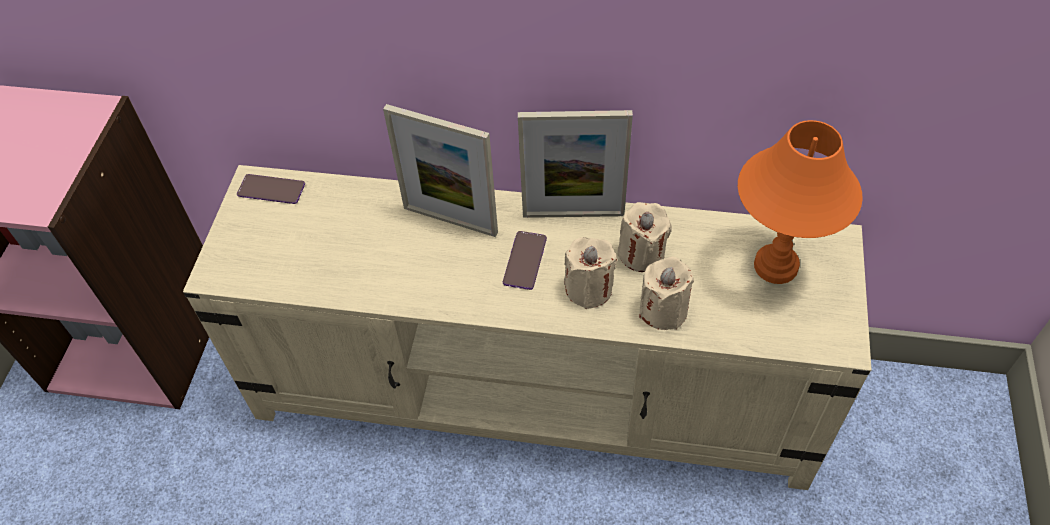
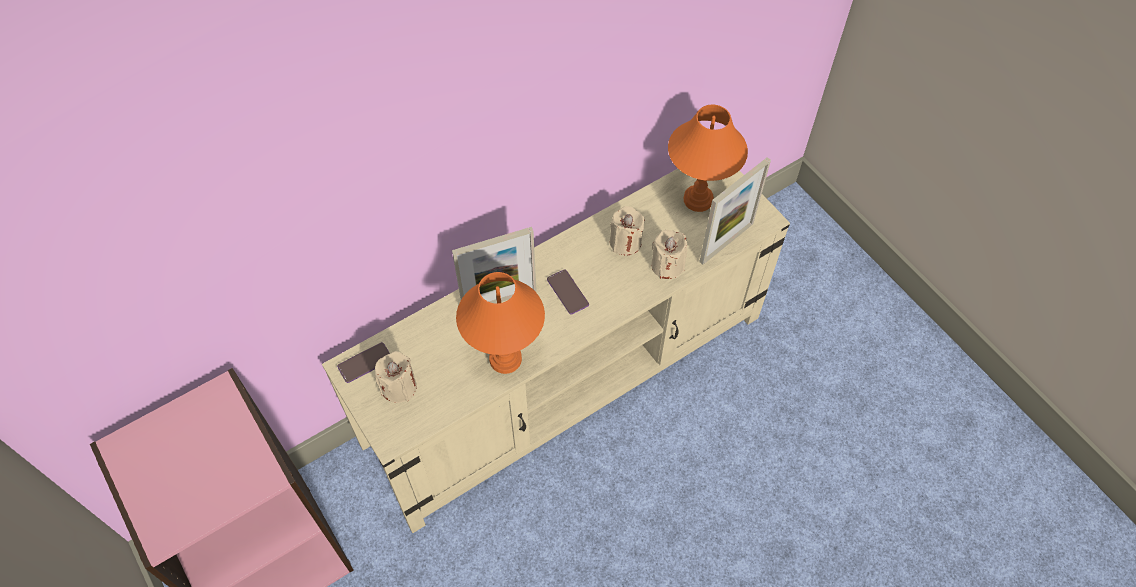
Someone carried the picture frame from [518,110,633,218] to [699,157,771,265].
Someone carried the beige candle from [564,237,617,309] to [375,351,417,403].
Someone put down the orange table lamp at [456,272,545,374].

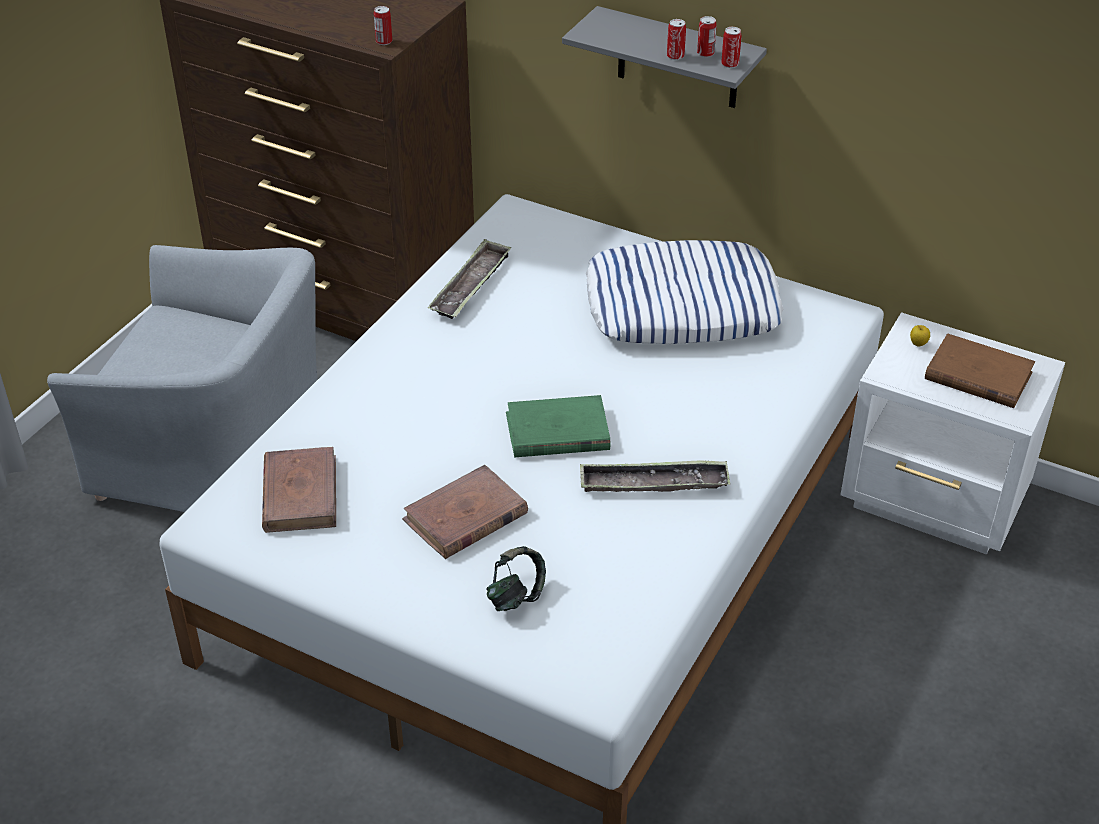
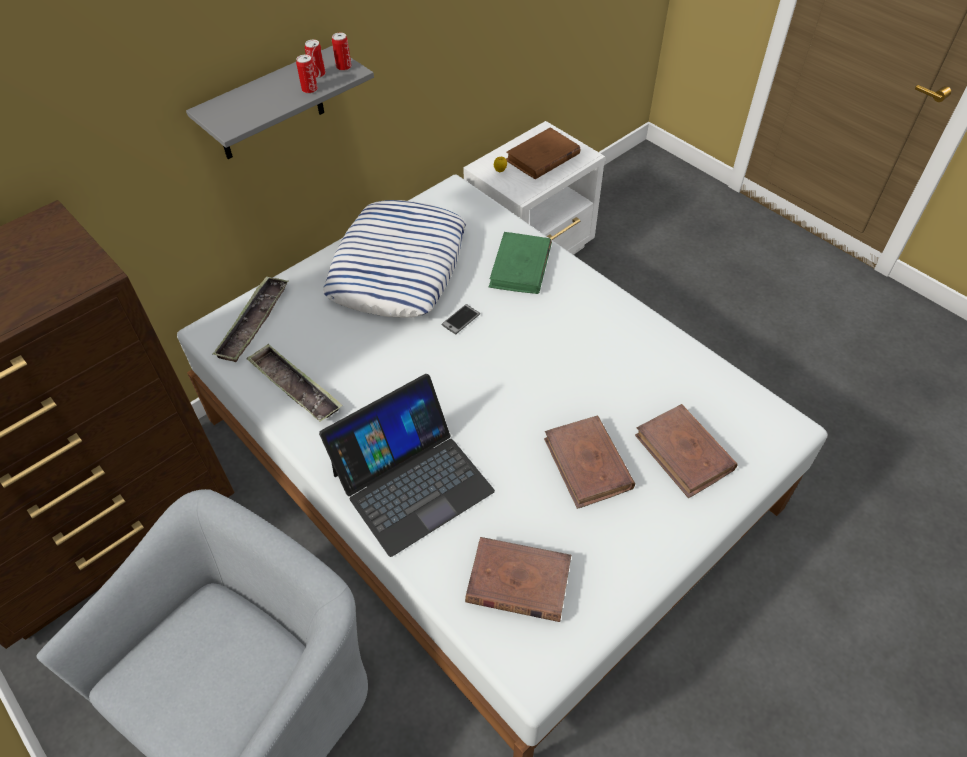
Someone took away the can at [374,6,392,45].
Someone carried the green book from [506,395,610,457] to [489,232,552,294].
Someone carried the tray from [580,460,730,492] to [212,277,289,362].
Someone swapped the headphones at [487,546,546,611] for the brown book at [635,404,738,498].
Someone put down the phone at [441,304,480,334].
Someone put down the laptop at [319,374,495,557].

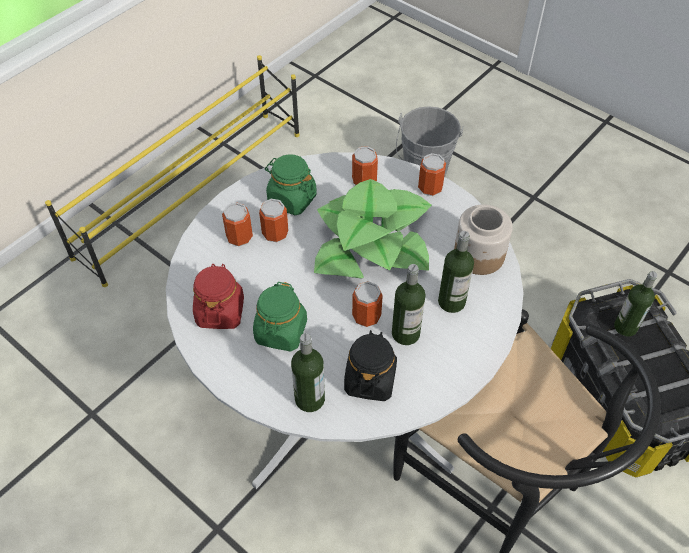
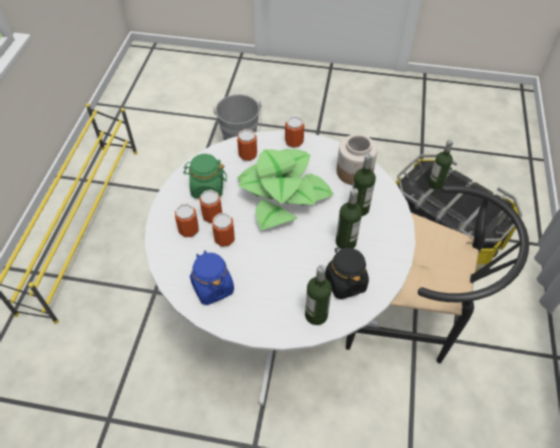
Someone repainted the red jar at [193,263,244,329], which became the blue jar at [190,251,234,305].
Someone carried the can from [352,281,383,327] to [212,213,235,247].
Someone took away the green jar at [253,282,307,351].

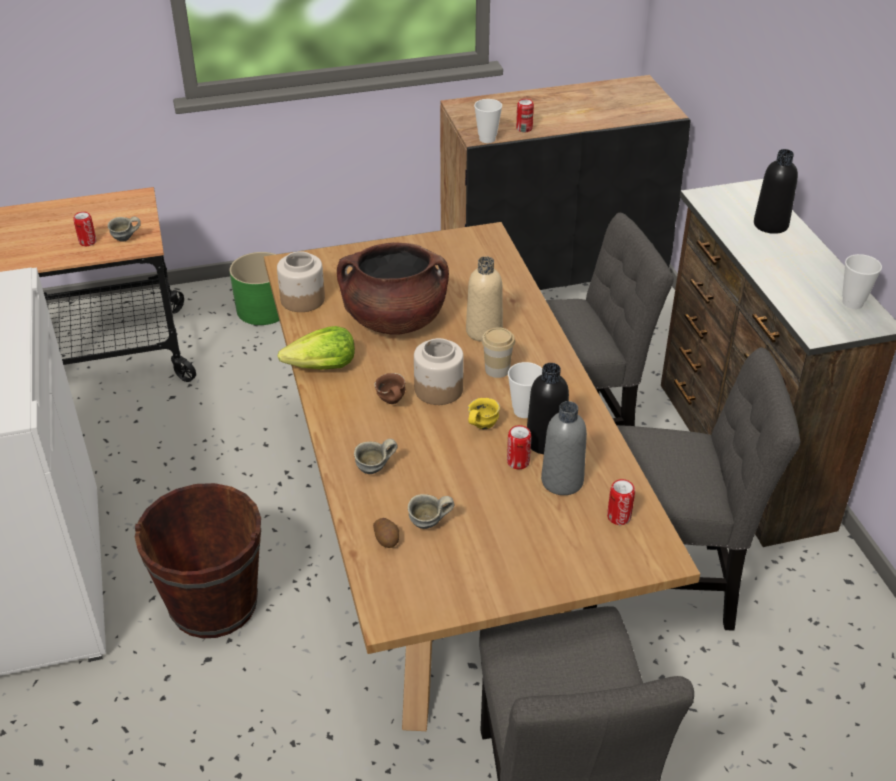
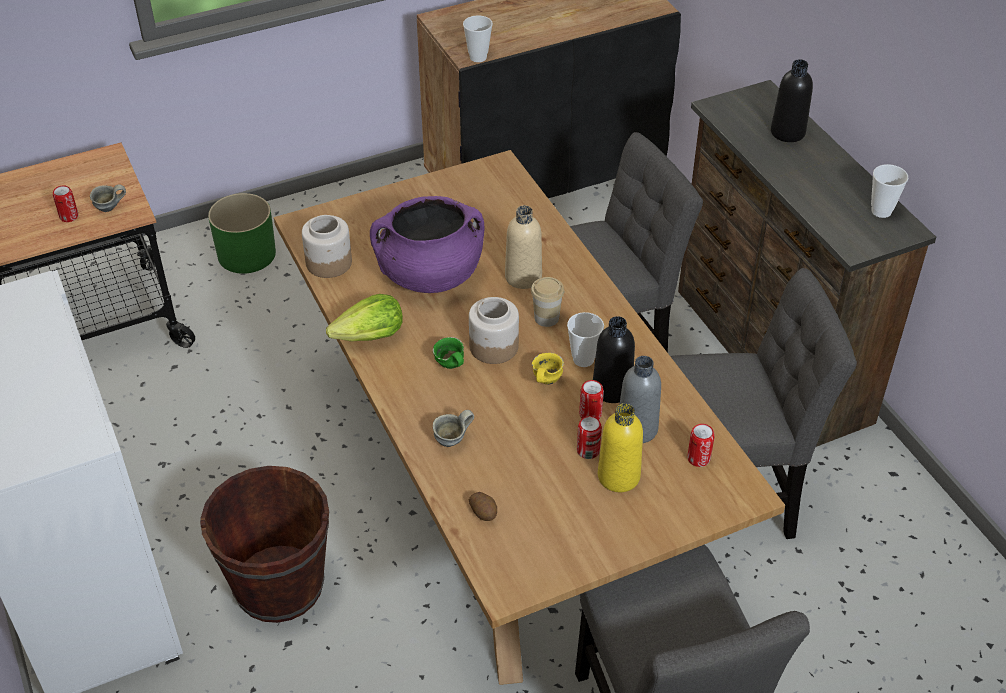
Someone carried the can from [516,99,534,132] to [577,416,602,459].
Someone repainted the brown cooking pot at [337,242,449,334], which became the purple cooking pot at [370,196,484,293].
Someone repainted the brown mug at [374,373,405,404], which became the green mug at [433,337,464,369].
Someone took away the grey mug at [408,494,454,529].
Someone put down the yellow bottle at [598,403,643,492].

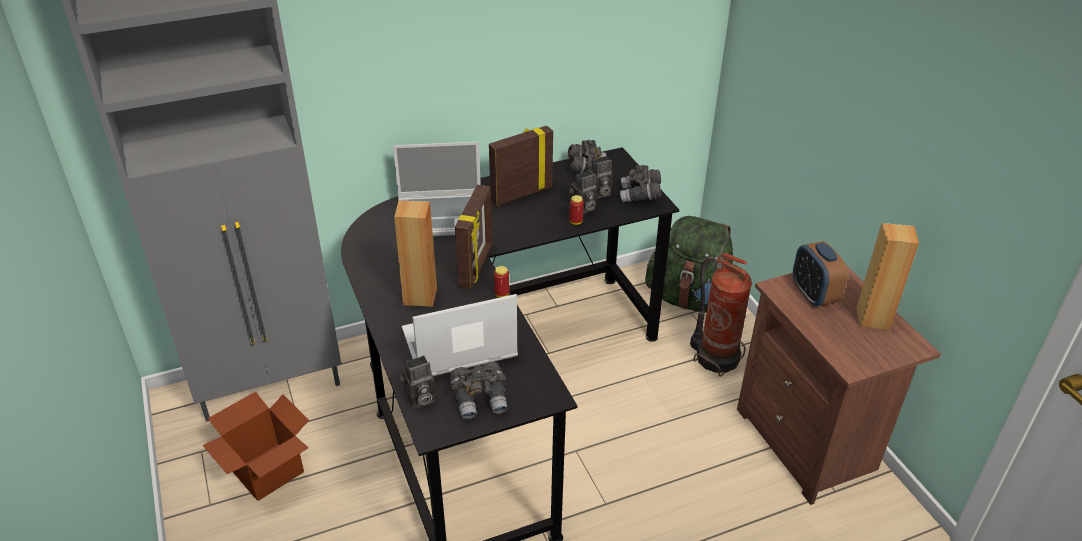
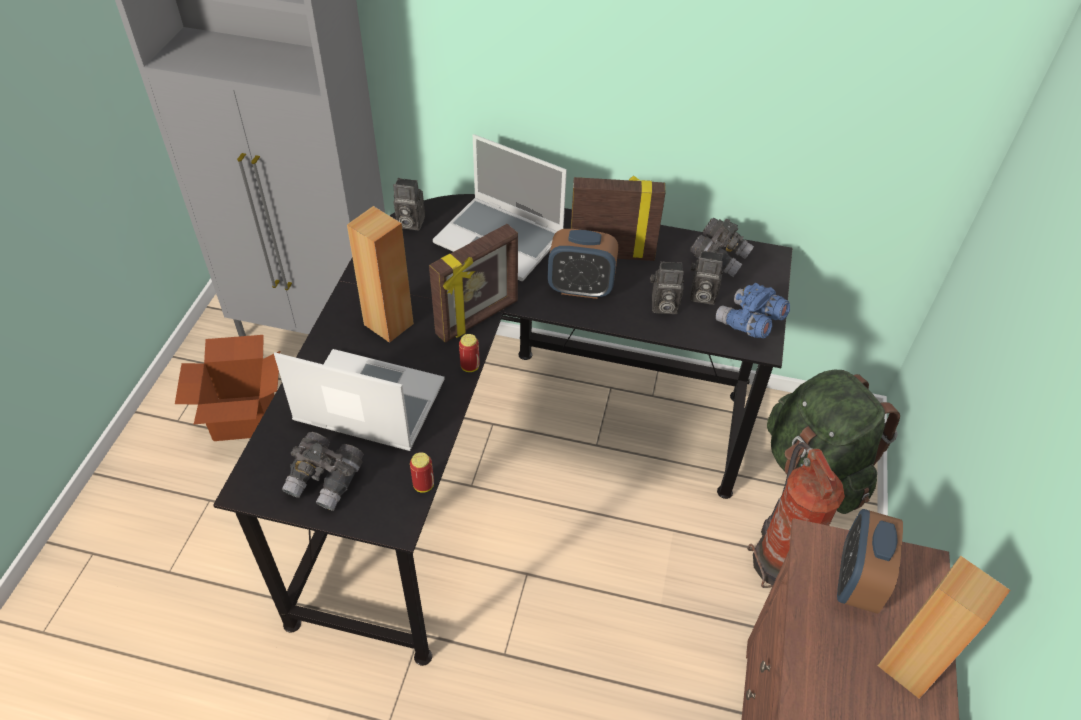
Someone repainted the grey binoculars at [620,165,661,202], which became the blue binoculars at [716,283,790,338].
Someone carried the can from [570,195,584,225] to [410,452,434,493].
Someone carried the photo camera from [399,355,435,409] to [393,178,425,230].
Someone put down the alarm clock at [548,229,618,299].

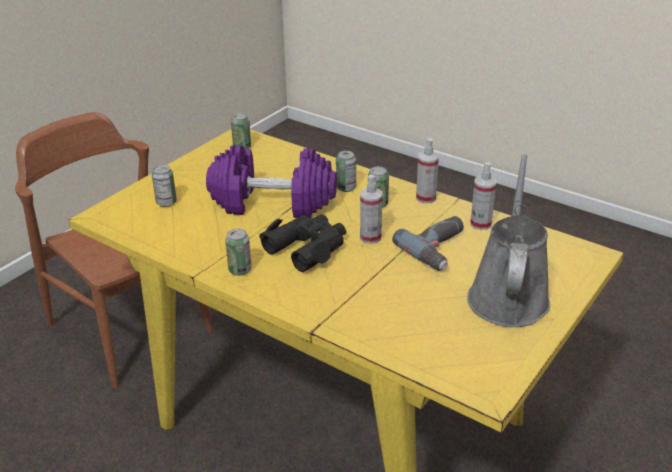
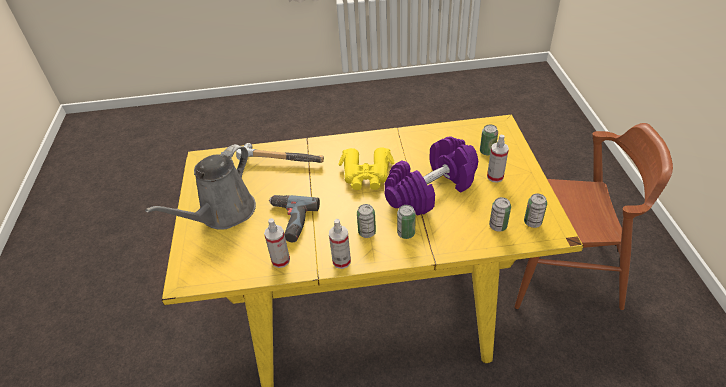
Someone rotated the grey watering can at [467,155,550,327] by 60 degrees clockwise.
Someone carried the spray bottle from [360,174,382,244] to [487,135,509,183].
Someone repainted the black binoculars at [259,214,346,272], which became the yellow binoculars at [339,147,395,190].
Someone carried the can from [225,228,252,276] to [489,197,511,232].
Someone put down the hammer at [236,143,324,163].

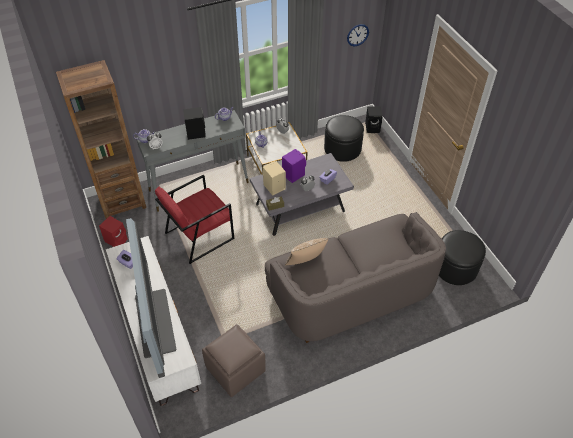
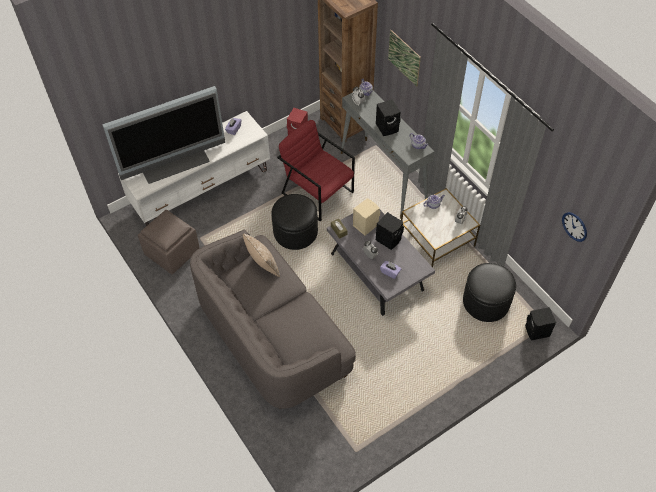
Someone repainted the purple speaker at [282,149,306,183], which became the black speaker at [376,212,404,250].
Someone carried the black ottoman from [439,230,486,285] to [271,194,318,250].
Someone put up the picture at [388,30,421,86].

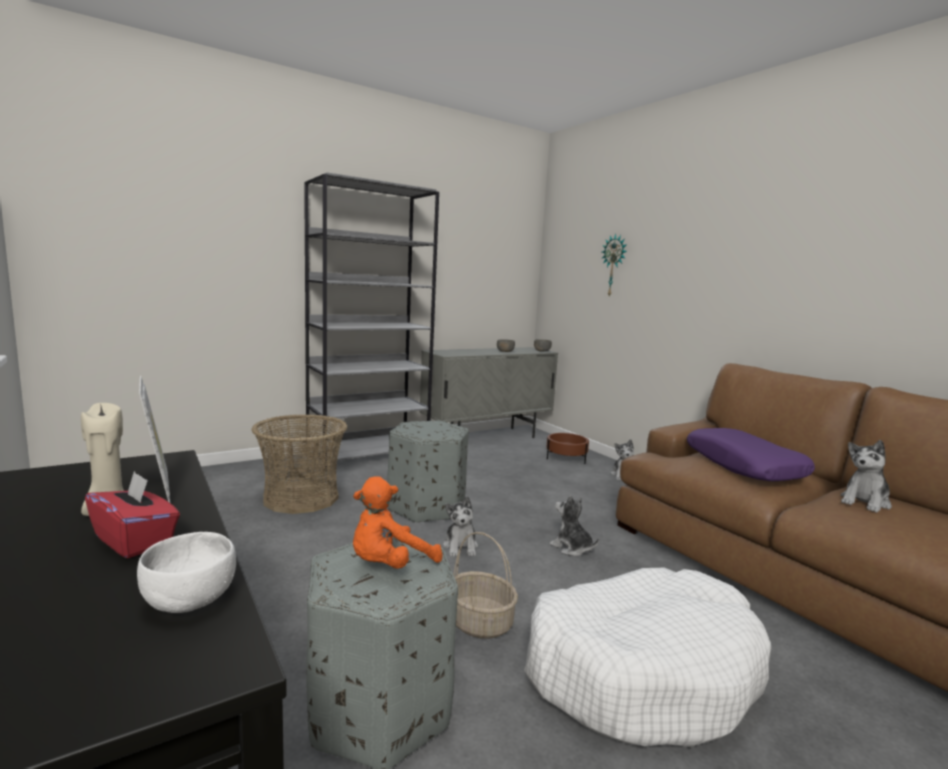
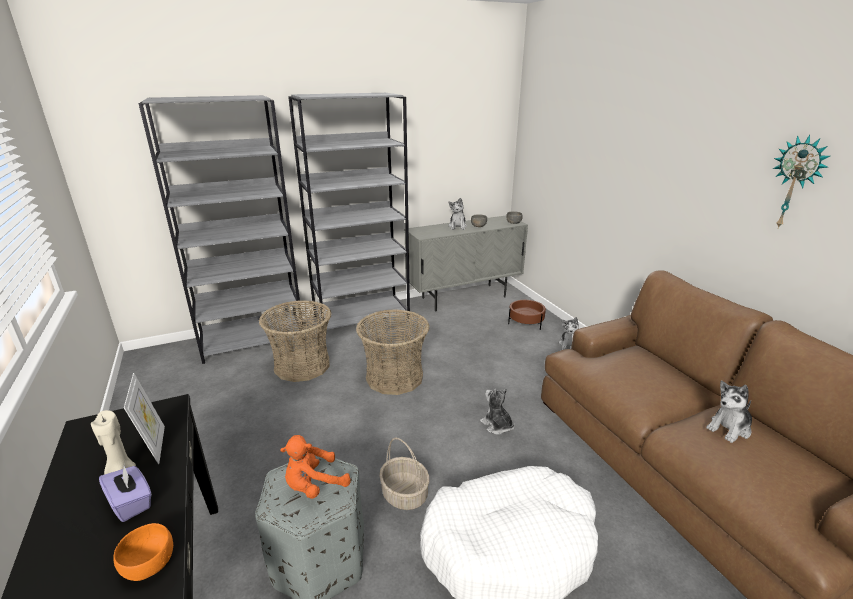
Someone carried the wall clock from [601,234,627,296] to [773,135,830,228].
Someone swapped the grey ottoman at [387,421,469,523] for the basket at [356,310,429,395].
Someone took away the purple pillow at [687,428,815,481].
Someone repainted the red tissue box at [85,471,180,558], which became the purple tissue box at [99,466,152,522].
Someone carried the plush toy from [443,496,478,557] to [448,198,467,230].
Someone repainted the white bowl at [137,532,236,613], which became the orange bowl at [113,523,173,581].
Someone put down the grey bookcase at [139,95,303,364].

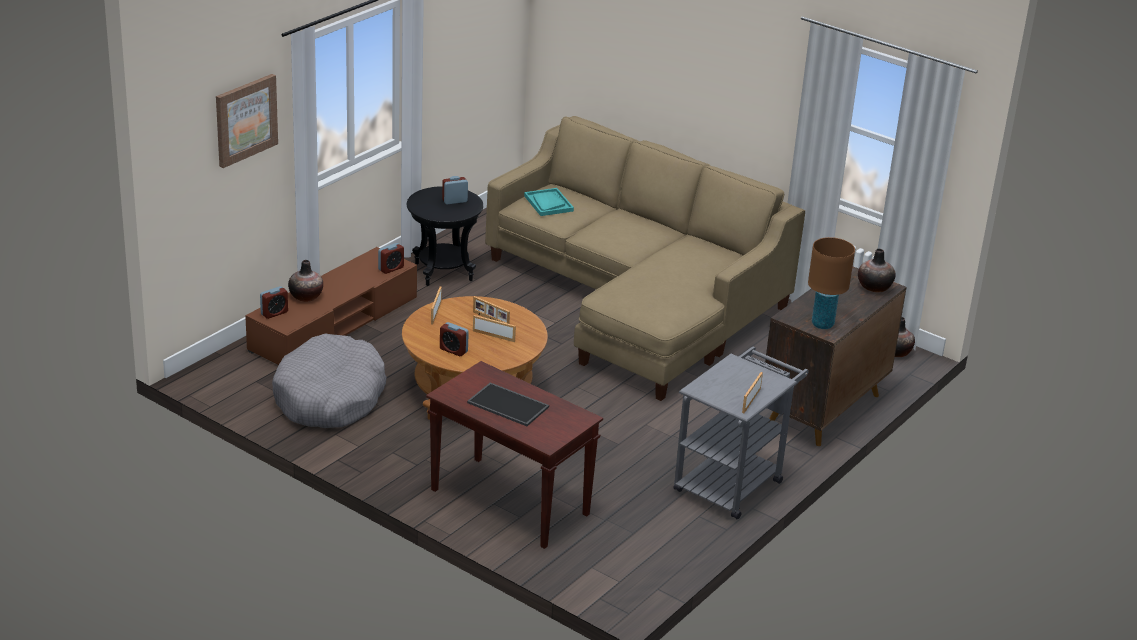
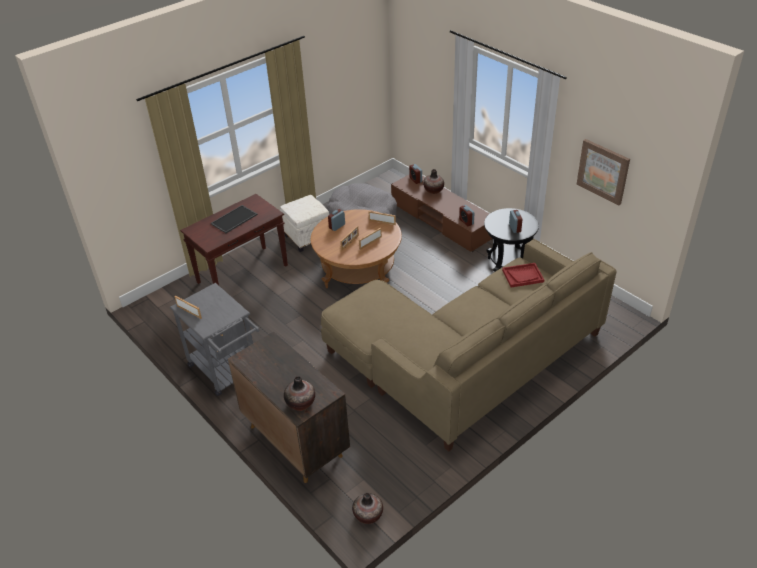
Someone carried the picture from [216,74,278,168] to [576,139,630,206].
Someone repainted the turquoise tray at [524,188,574,216], which became the red tray at [502,263,544,287].
Someone took away the brown table lamp at [808,237,855,329].
Someone put down the white ottoman at [280,195,329,252].

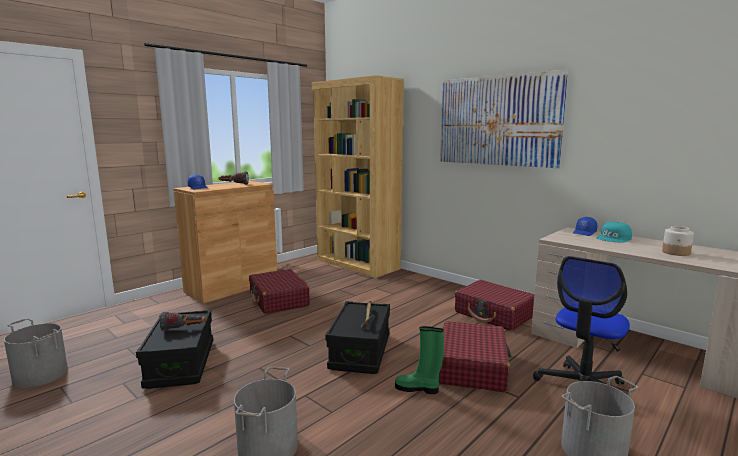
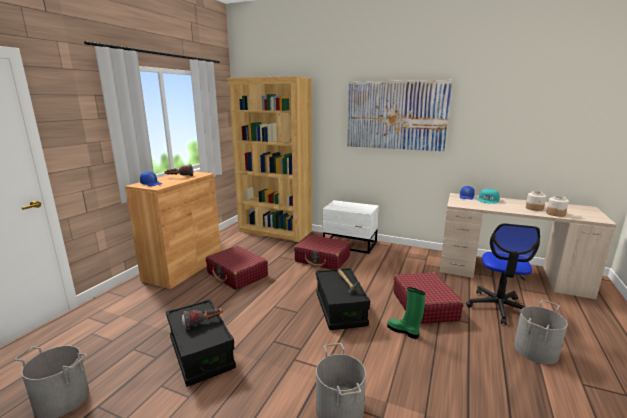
Someone carried the red suitcase from [455,280,534,331] to [294,235,350,270].
Someone rotated the green boot at [395,326,444,394] by 45 degrees clockwise.
Someone put down the jar at [546,196,569,217].
Someone put down the white nightstand at [322,200,379,254].

